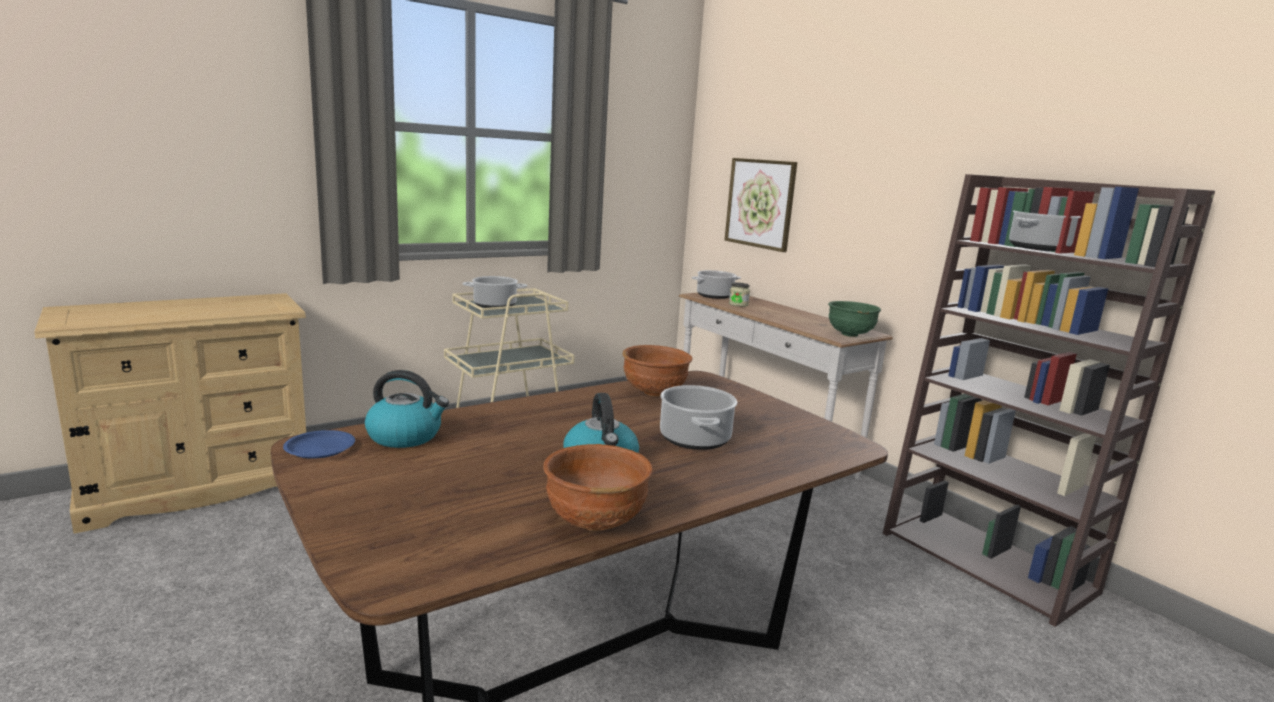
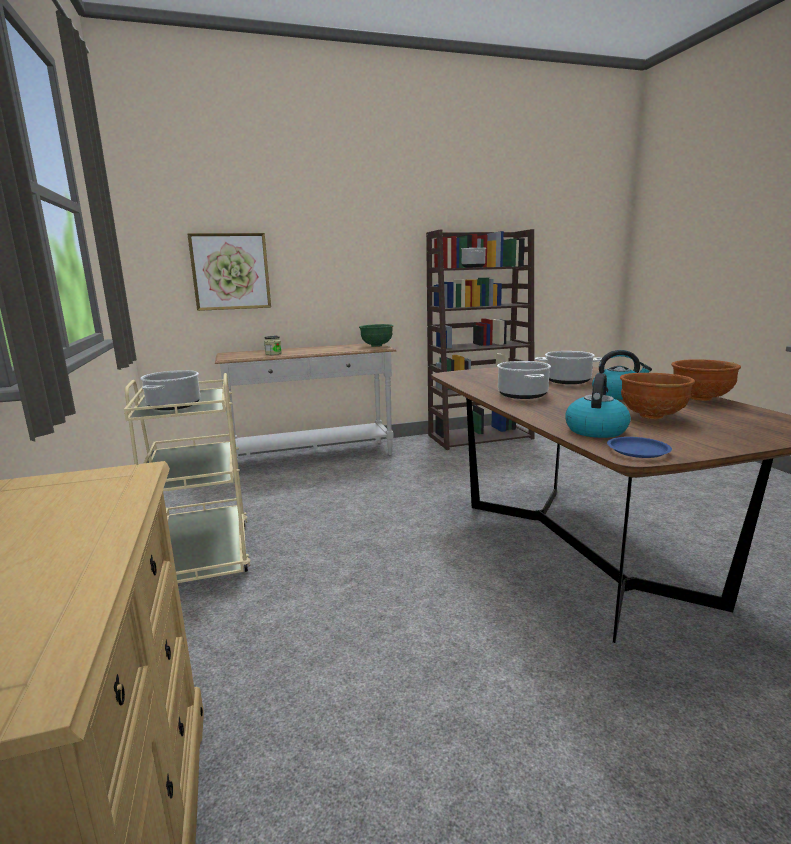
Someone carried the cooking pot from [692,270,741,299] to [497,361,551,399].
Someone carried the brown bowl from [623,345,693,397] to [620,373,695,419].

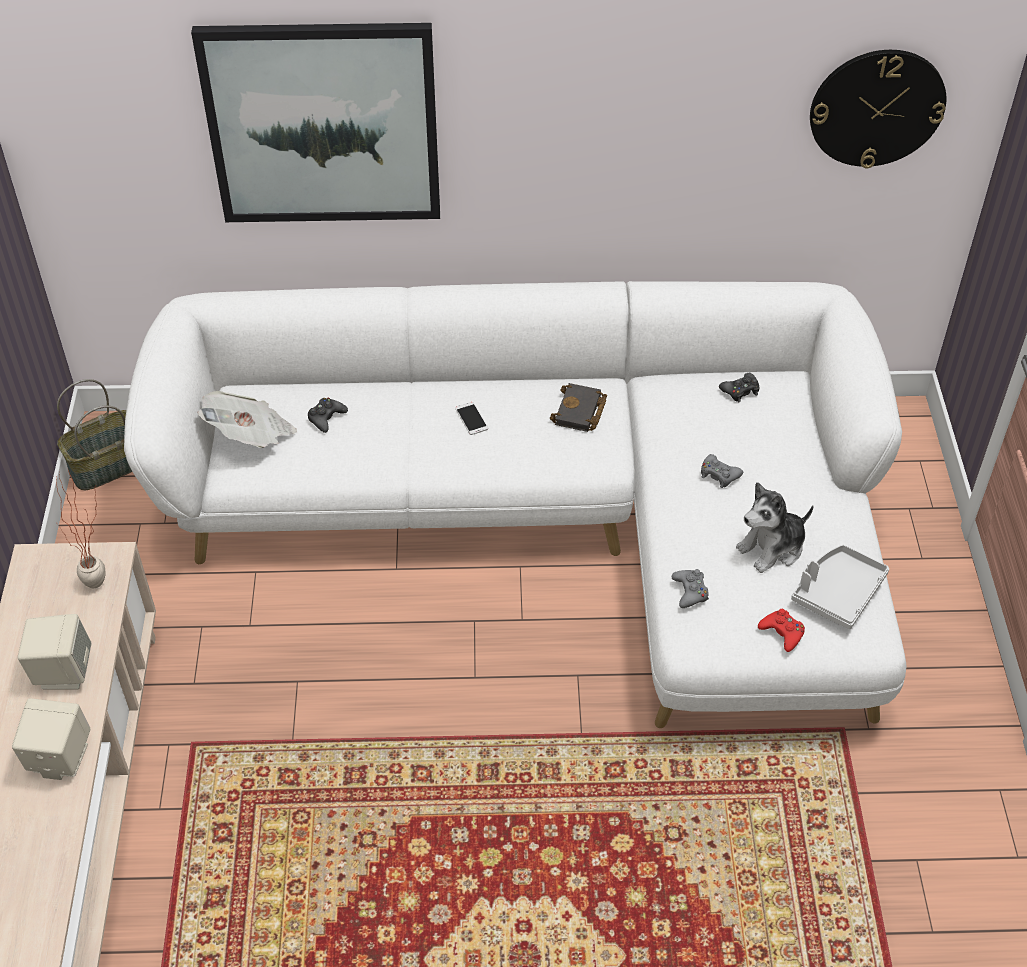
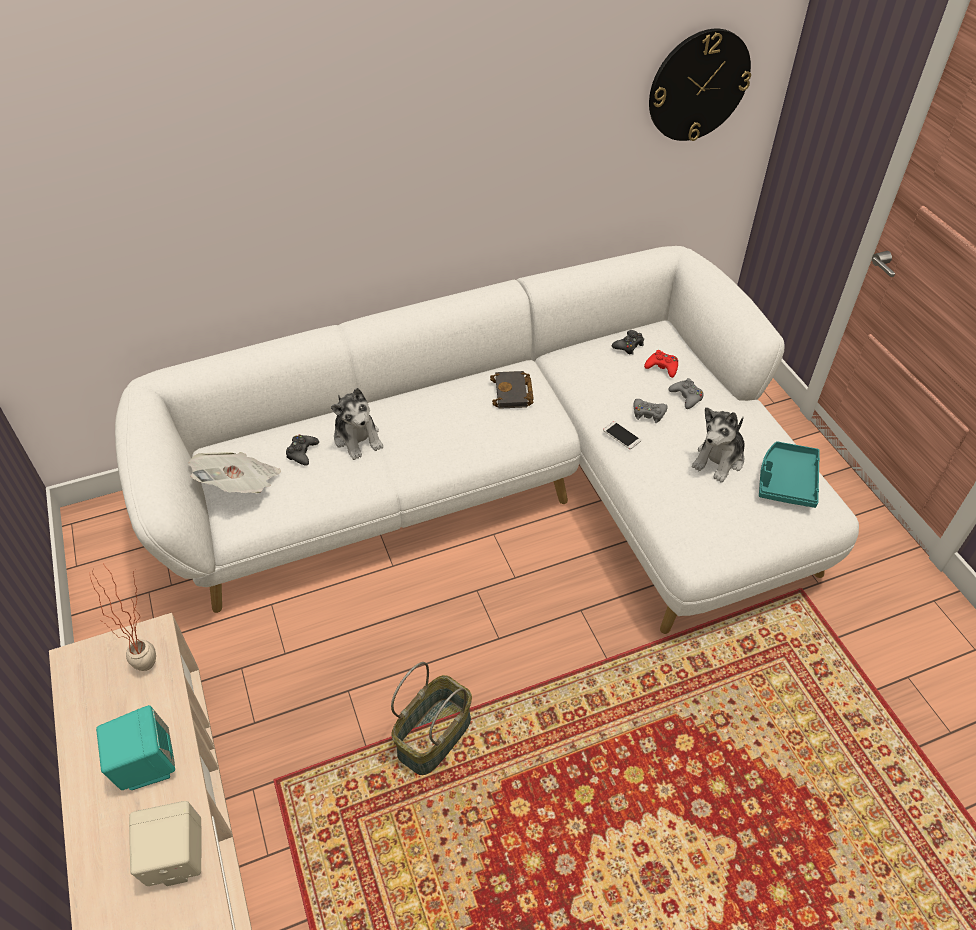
Someone took away the picture at [191,23,440,222].
Someone carried the basket from [57,379,132,490] to [391,662,472,775].
Someone carried the phone from [455,402,488,435] to [603,421,641,449].
Someone repainted the grey tray at [791,545,889,629], which became the turquoise tray at [759,441,820,508].
Someone carried the grey game controller from [672,569,709,608] to [669,378,704,409].
Someone carried the red game controller from [758,609,805,652] to [644,350,678,378].
Someone repainted the beige speaker at [17,614,92,690], which became the turquoise speaker at [96,705,175,790].
Someone put down the plush toy at [331,388,383,460].

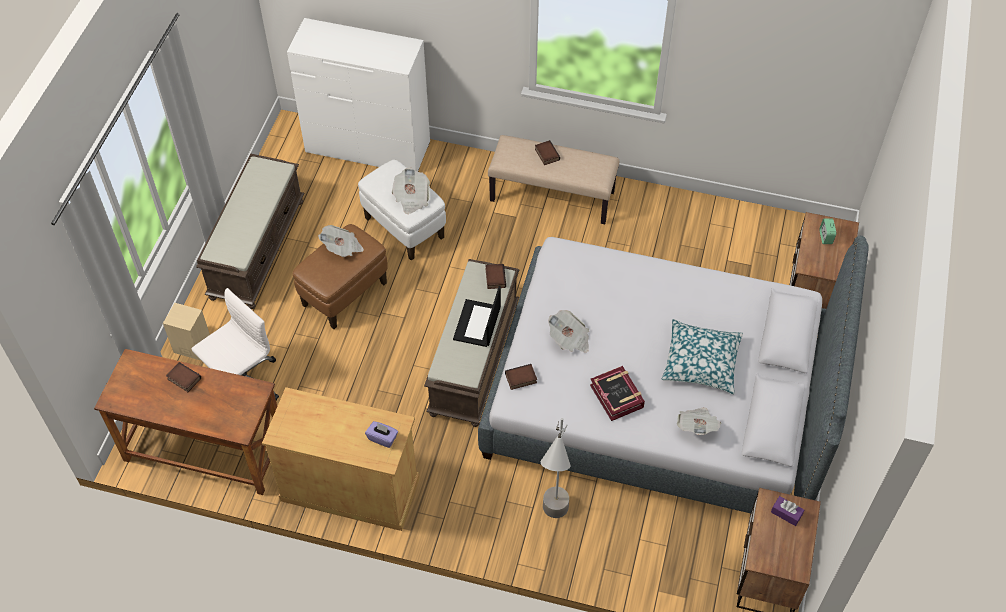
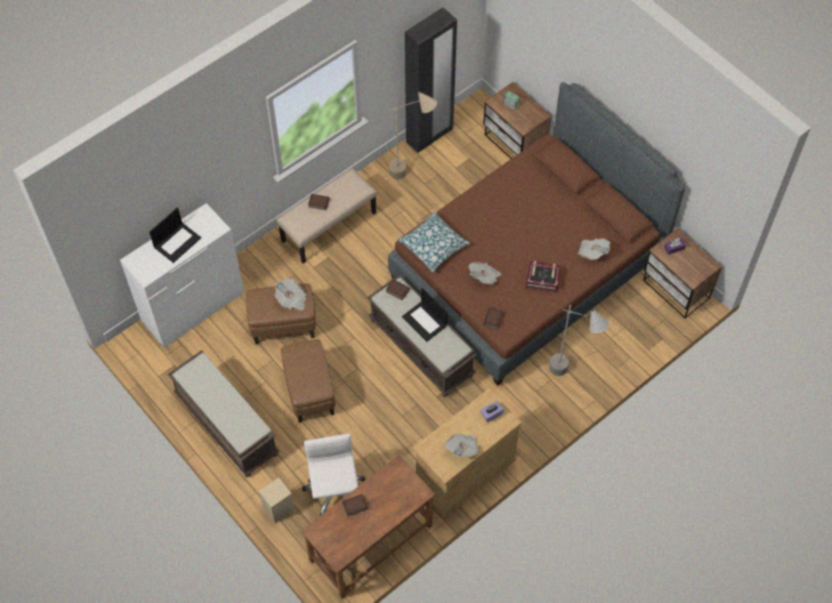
Someone repainted the white ottoman at [358,160,446,260], which became the brown ottoman at [246,284,316,344].
Someone carried the newspaper from [318,225,364,257] to [445,434,479,457].
Someone repainted the grey bed at [478,235,868,513], which became the brown bed at [388,82,685,386].
Someone carried the pillow from [662,319,743,394] to [397,211,471,272].
Someone put down the black wardrobe at [405,7,457,153].
Someone put down the beige floor lamp at [389,91,437,179].
Someone put down the laptop at [149,208,201,263].

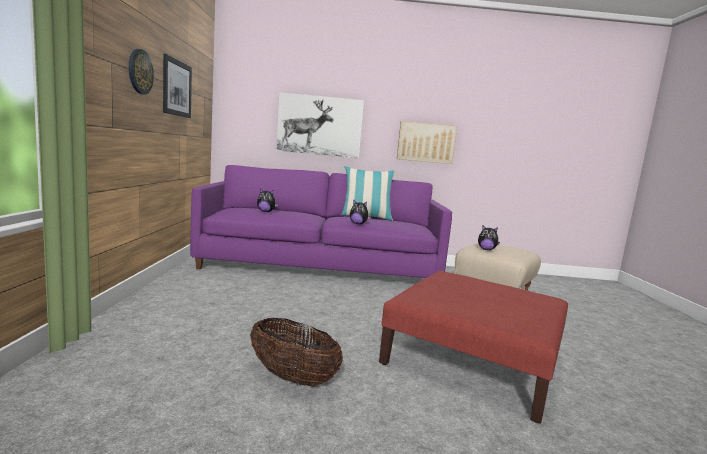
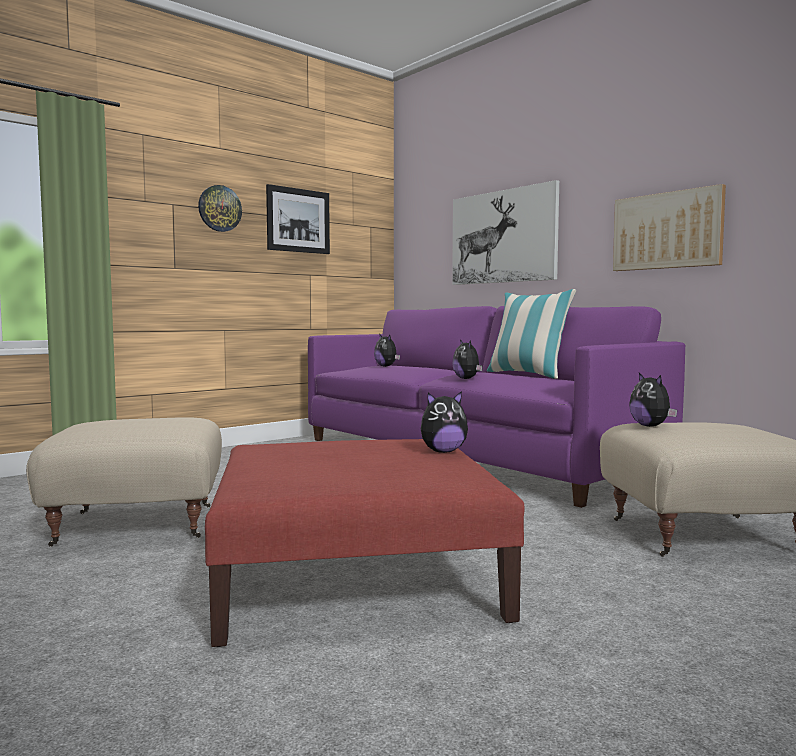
Someone swapped the basket at [250,318,343,387] for the beige ottoman at [26,417,222,547].
Someone put down the plush toy at [421,391,468,453].

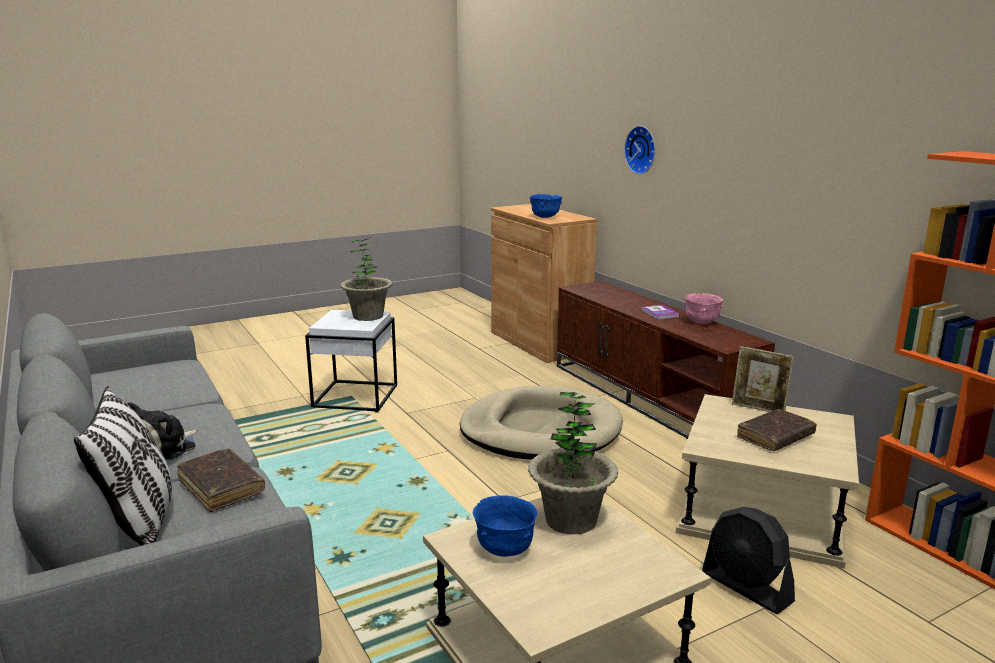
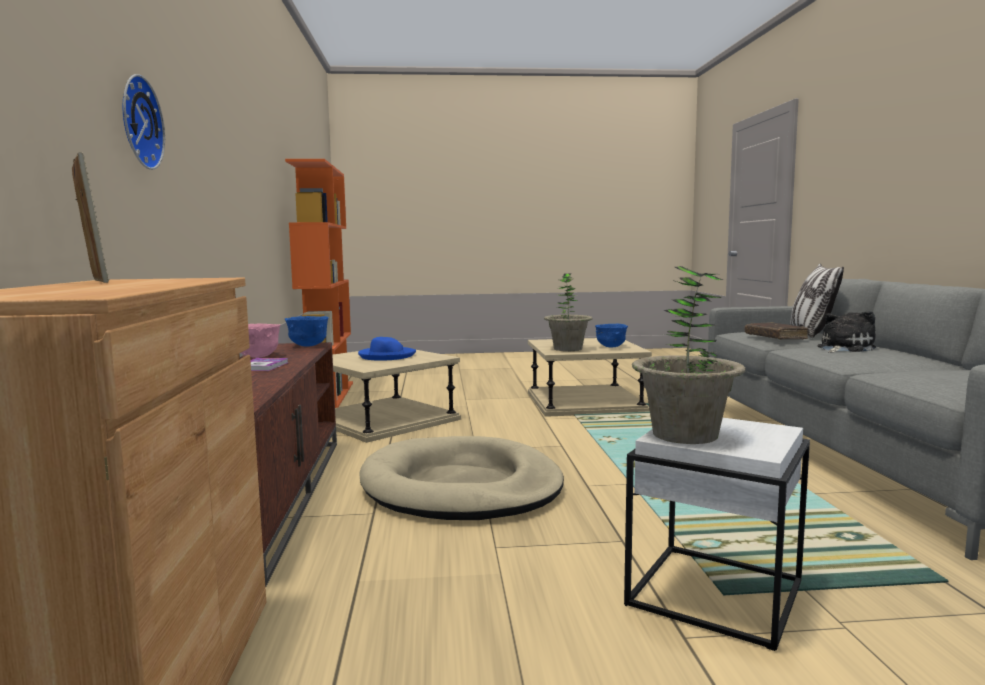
Someone carried the blue bowl from [530,194,562,218] to [285,316,329,347].
Someone carried the picture frame from [732,346,794,412] to [72,152,110,283].
Someone swapped the brown book at [737,409,817,451] for the blue hat at [358,337,416,361].
Someone took away the black fan at [702,507,795,614].

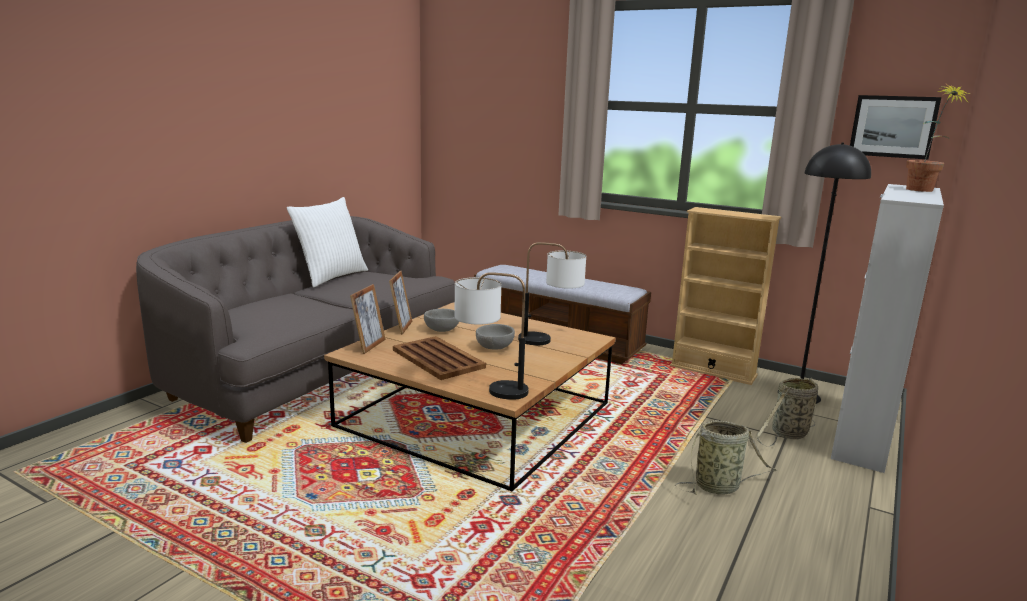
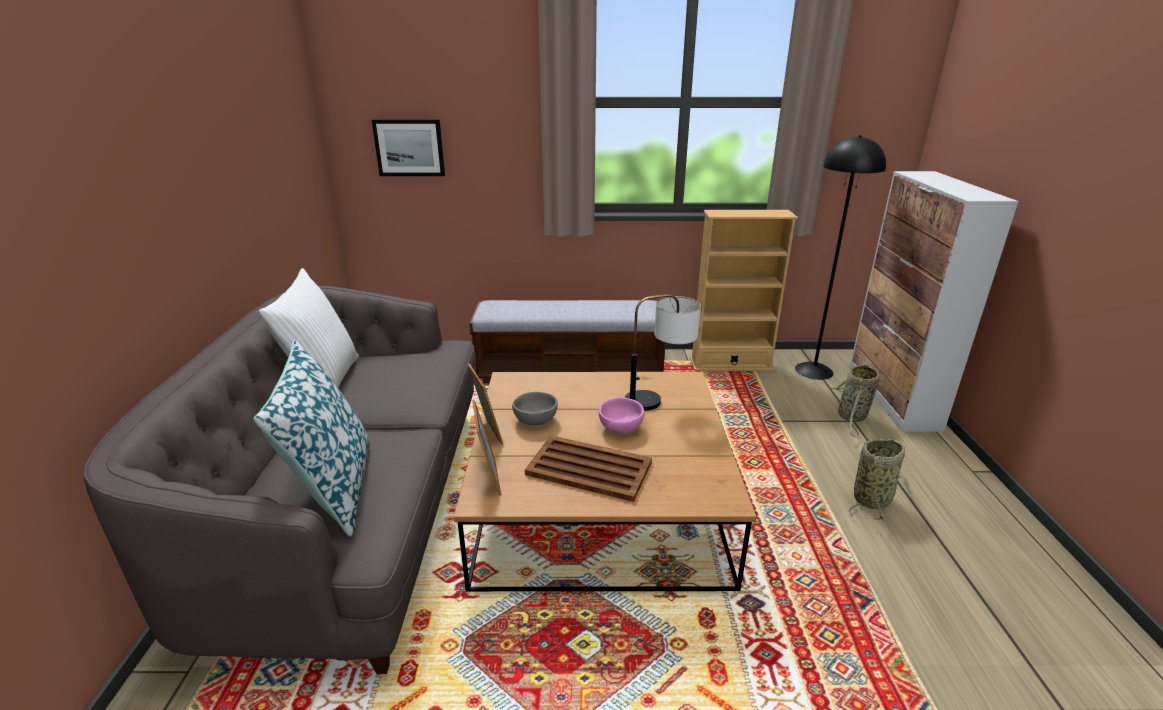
Someone took away the potted plant at [906,83,970,192].
Someone carried the picture from [850,95,941,159] to [372,119,445,176].
Someone took away the table lamp at [455,272,529,400].
Someone repainted the grey bowl at [476,324,515,350], which became the pink bowl at [599,397,644,434].
Someone put down the pillow at [254,340,370,537].

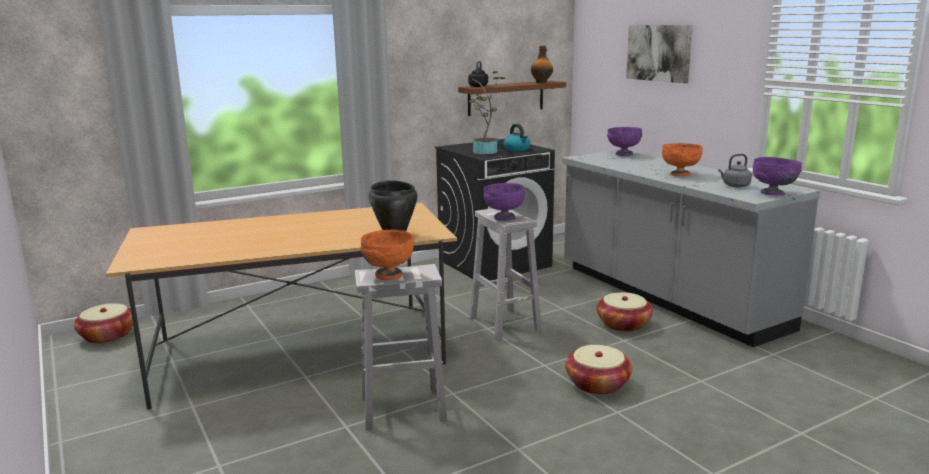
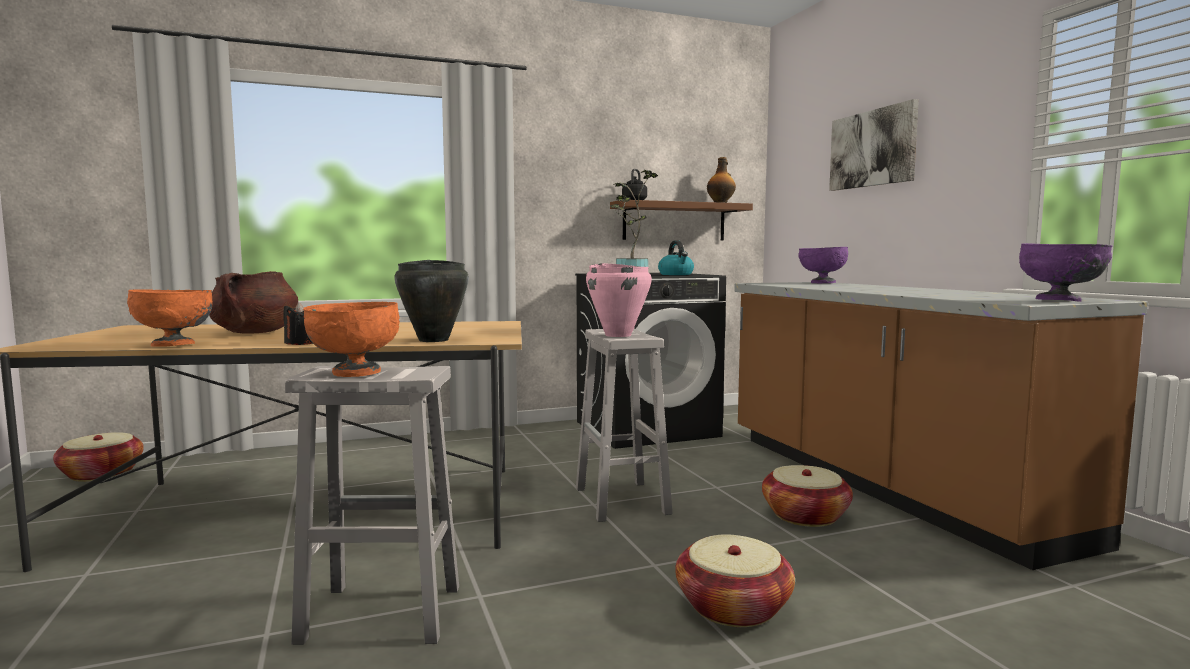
Someone carried the orange bowl from [662,143,703,176] to [127,289,213,347].
Someone repainted the grey counter at [562,150,821,347], which became the brown counter at [734,282,1148,570].
Someone took away the grey kettle at [718,154,752,187].
Someone swapped the purple bowl at [483,183,525,221] for the pink cooking pot at [586,263,652,337].
Someone put down the brown cooking pot at [209,271,298,334].
Someone put down the black candle at [283,302,313,345].

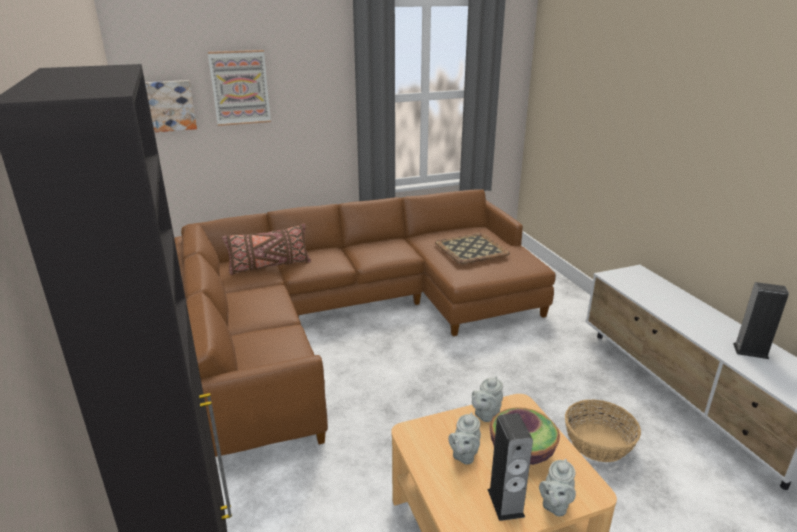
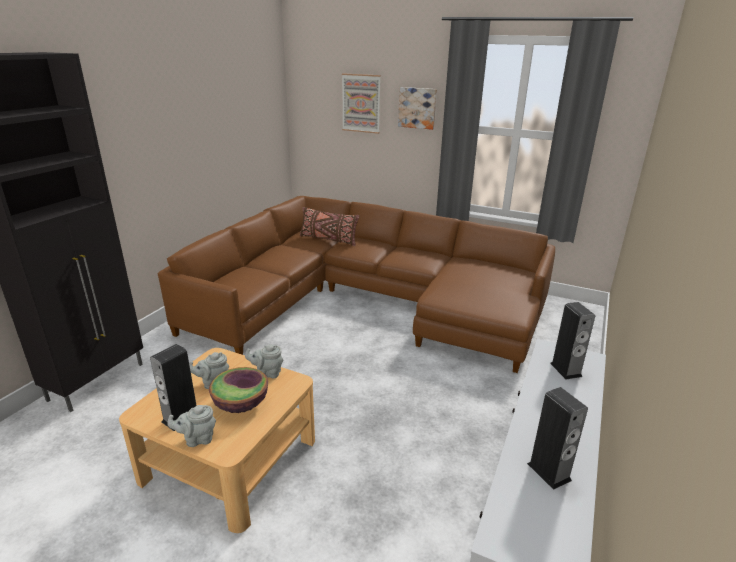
Someone carried the picture from [145,80,197,132] to [398,87,437,130].
Someone took away the tray at [435,233,510,264].
Someone took away the basket at [565,400,641,462].
Someone put down the speaker at [550,302,595,379].

